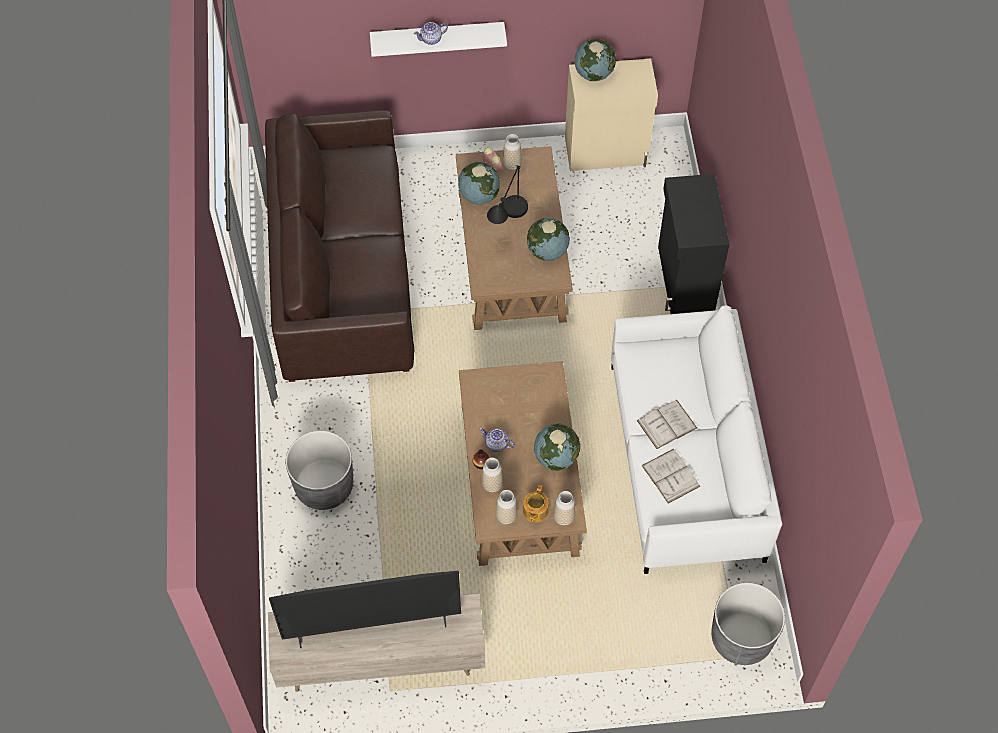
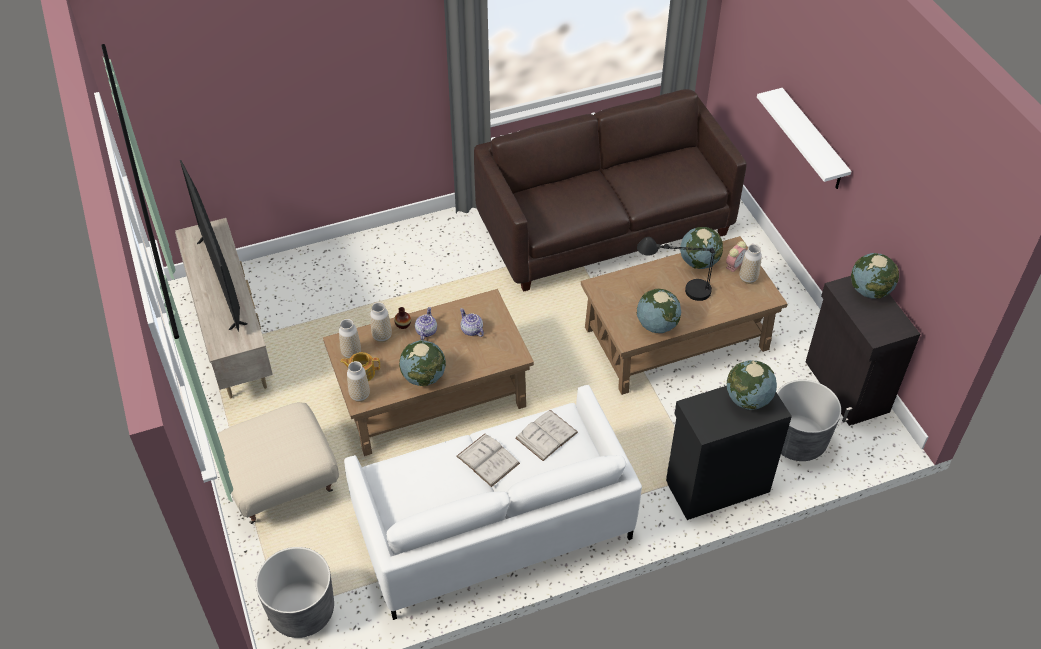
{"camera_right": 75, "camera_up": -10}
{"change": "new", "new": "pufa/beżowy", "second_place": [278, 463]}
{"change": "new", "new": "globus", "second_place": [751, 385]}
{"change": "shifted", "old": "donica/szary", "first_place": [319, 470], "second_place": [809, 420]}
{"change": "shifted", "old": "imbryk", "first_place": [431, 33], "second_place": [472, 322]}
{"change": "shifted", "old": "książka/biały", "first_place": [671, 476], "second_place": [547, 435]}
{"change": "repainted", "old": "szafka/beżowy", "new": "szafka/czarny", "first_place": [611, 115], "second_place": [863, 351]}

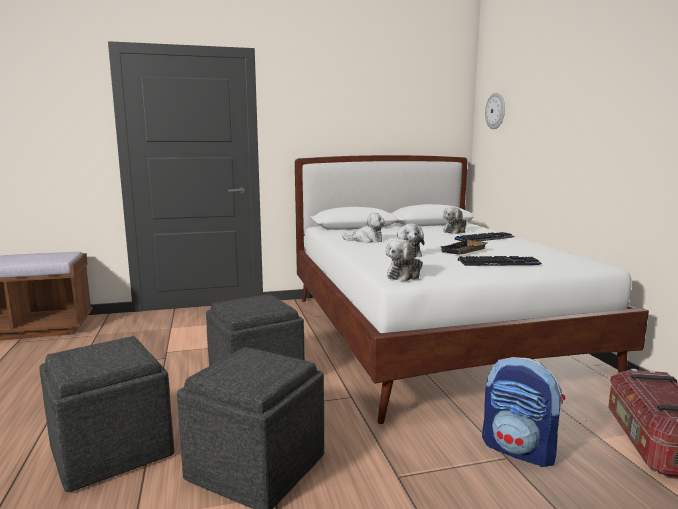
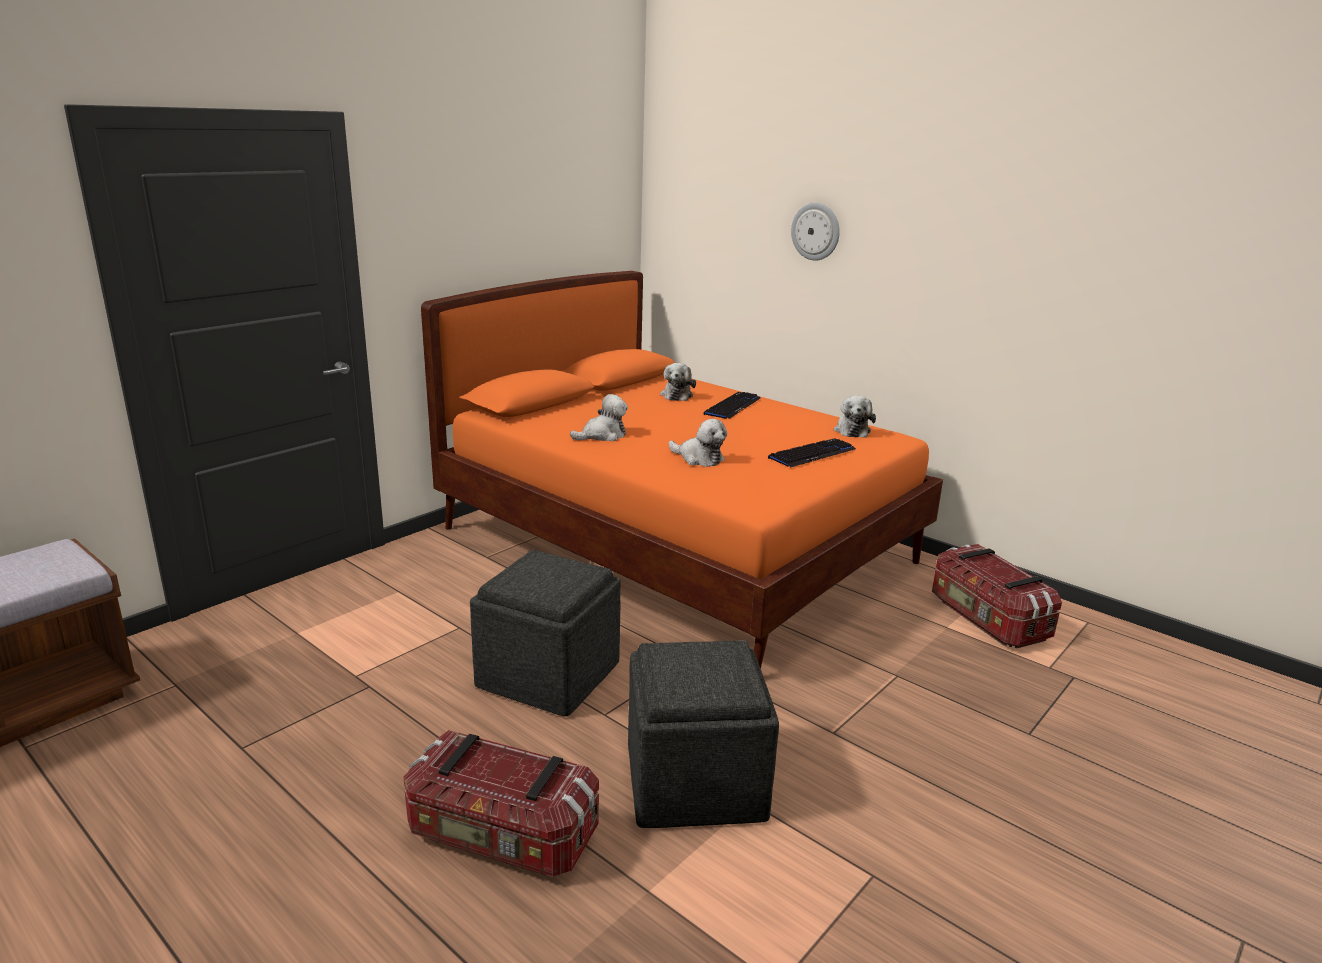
{"camera_right": -35, "camera_up": 10}
{"change": "gone", "old": "taca/czarny", "first_place": [464, 247]}
{"change": "gone", "old": "plecak", "first_place": [523, 412]}
{"change": "shifted", "old": "pluszak", "first_place": [404, 260], "second_place": [855, 416]}
{"change": "shifted", "old": "zegar ścienny", "first_place": [495, 111], "second_place": [815, 232]}
{"change": "swapped", "old": "pufa/szary", "new": "pojemnik do przechowywania", "first_place": [106, 414], "second_place": [501, 803]}
{"change": "repainted", "old": "łóżko/biały", "new": "łóżko/pomarańczowy", "first_place": [472, 289], "second_place": [682, 470]}

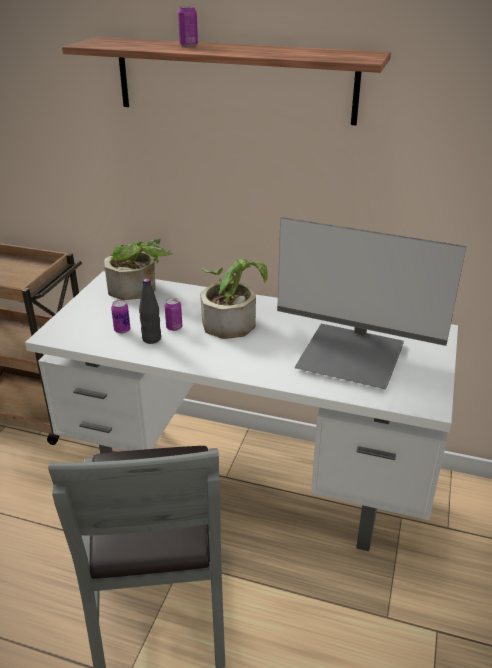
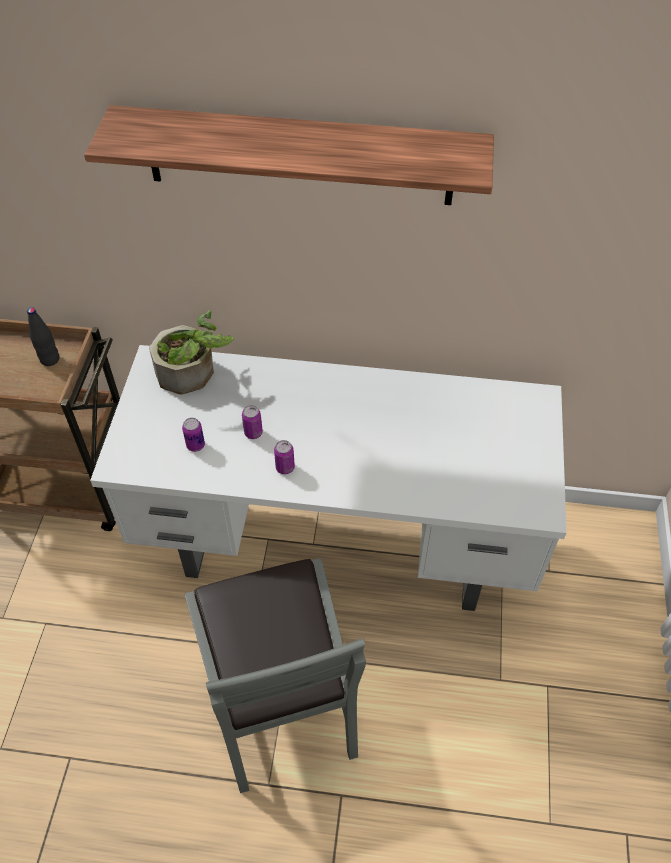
{"camera_right": -10, "camera_up": 20}
{"change": "gone", "old": "roślina doniczkowa", "first_place": [234, 299]}
{"change": "gone", "old": "monitor", "first_place": [371, 303]}
{"change": "shifted", "old": "butelka/czarny", "first_place": [150, 311], "second_place": [43, 336]}
{"change": "shifted", "old": "puszka", "first_place": [188, 26], "second_place": [284, 457]}

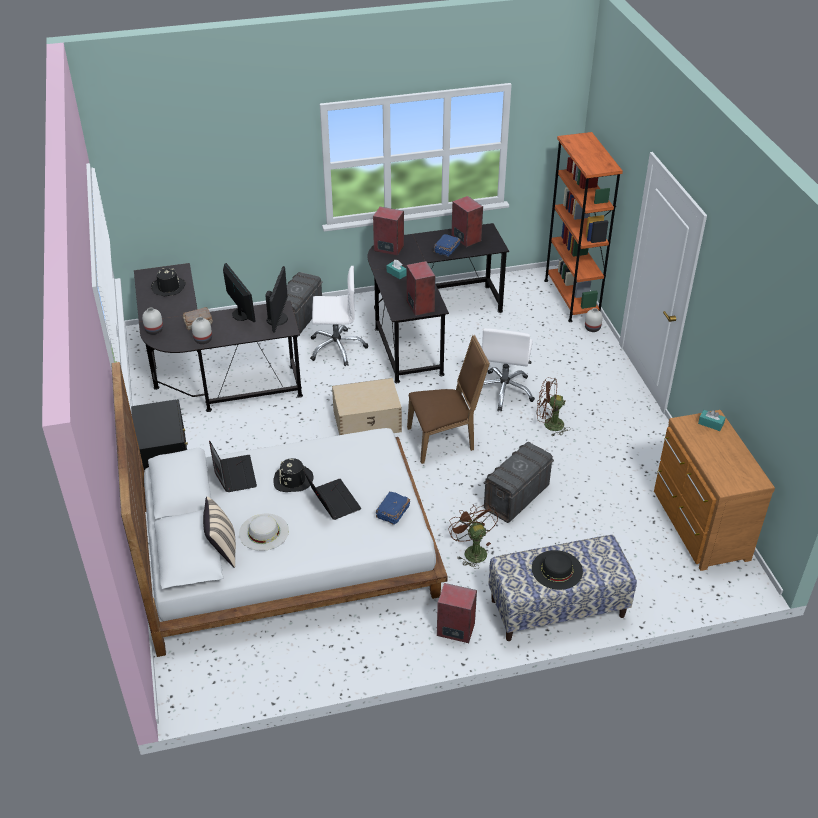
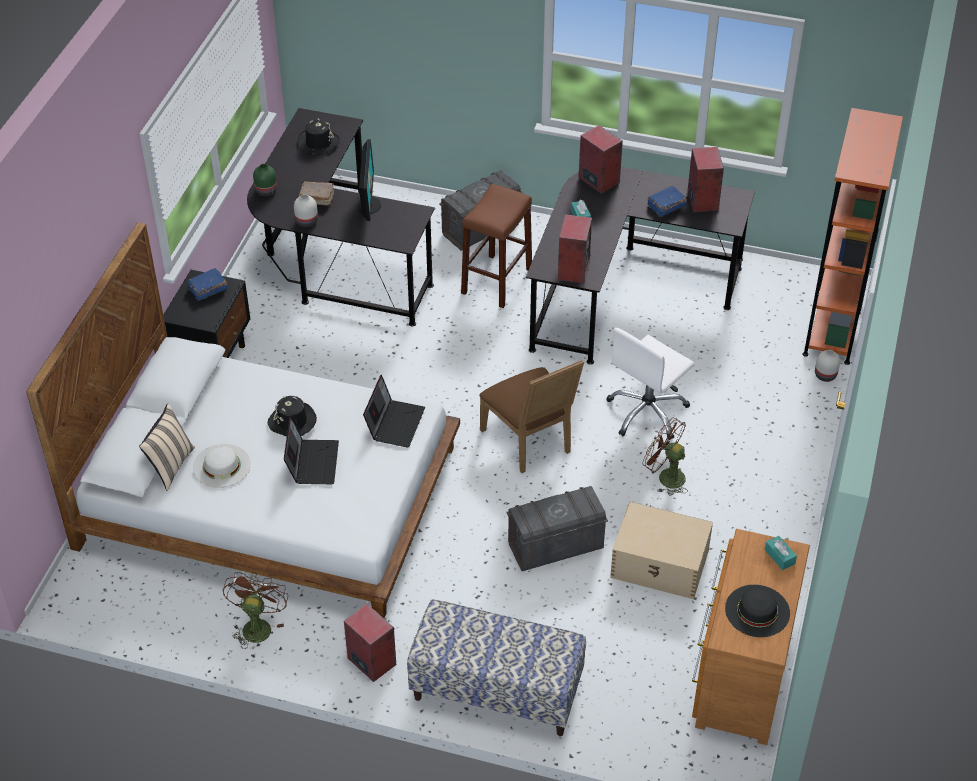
{"camera_right": 30, "camera_up": 5}
{"change": "gone", "old": "monitor", "first_place": [276, 299]}
{"change": "shifted", "old": "laptop", "first_place": [233, 466], "second_place": [394, 411]}
{"change": "shifted", "old": "pojemnik do przechowywania/beżowy", "first_place": [367, 406], "second_place": [661, 550]}
{"change": "shifted", "old": "książka/niebieski", "first_place": [393, 508], "second_place": [207, 284]}
{"change": "shifted", "old": "wentylator/brązowy", "first_place": [473, 536], "second_place": [255, 610]}
{"change": "shifted", "old": "kapelusz/czarny", "first_place": [557, 570], "second_place": [757, 611]}
{"change": "swapped", "old": "krzesło biurowe/biały", "new": "stołek/brązowy", "first_place": [339, 316], "second_place": [496, 246]}
{"change": "repainted", "old": "wazon/biały", "new": "wazon/zielony", "first_place": [152, 321], "second_place": [265, 180]}
{"change": "rotated", "old": "krzesło/brązowy", "first_place": [448, 399], "second_place": [531, 416], "degrees": 45}

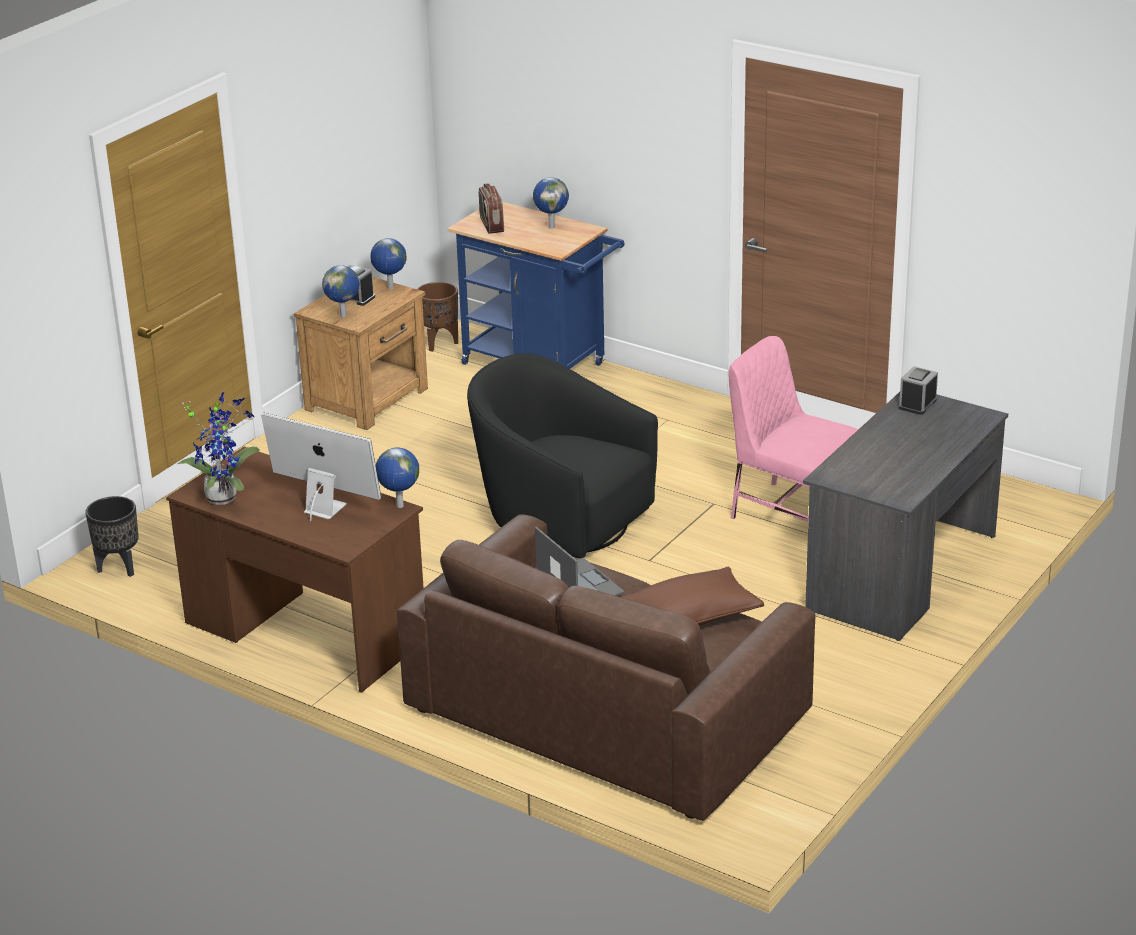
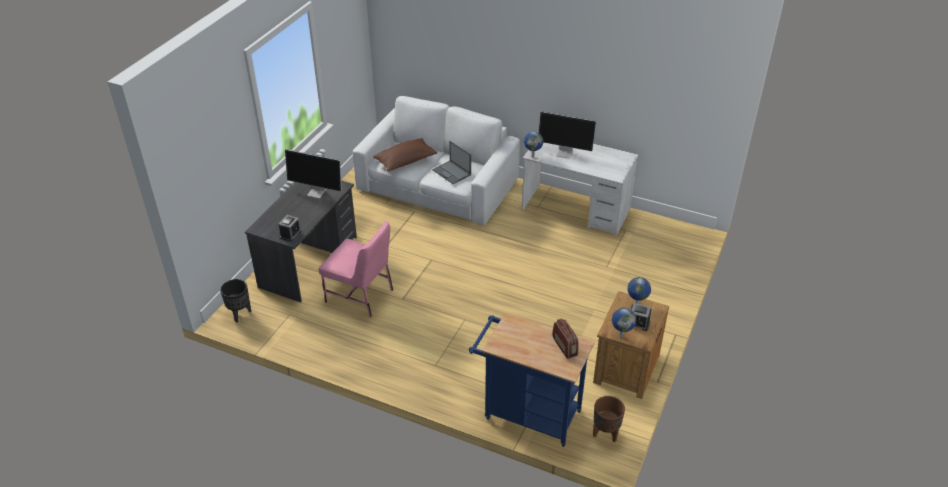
{"camera_right": 170, "camera_up": 10}
{"change": "gone", "old": "roślina doniczkowa", "first_place": [219, 448]}
{"change": "gone", "old": "fotel/czarny", "first_place": [562, 455]}
{"change": "gone", "old": "globus", "first_place": [551, 203]}
{"change": "new", "new": "monitor", "second_place": [313, 173]}
{"change": "shifted", "old": "donica/czarny", "first_place": [112, 536], "second_place": [235, 300]}
{"change": "repainted", "old": "biurko/brązowy", "new": "biurko/biały", "first_place": [295, 570], "second_place": [580, 189]}
{"change": "repainted", "old": "kanapa/brązowy", "new": "kanapa/biały", "first_place": [606, 667], "second_place": [436, 160]}

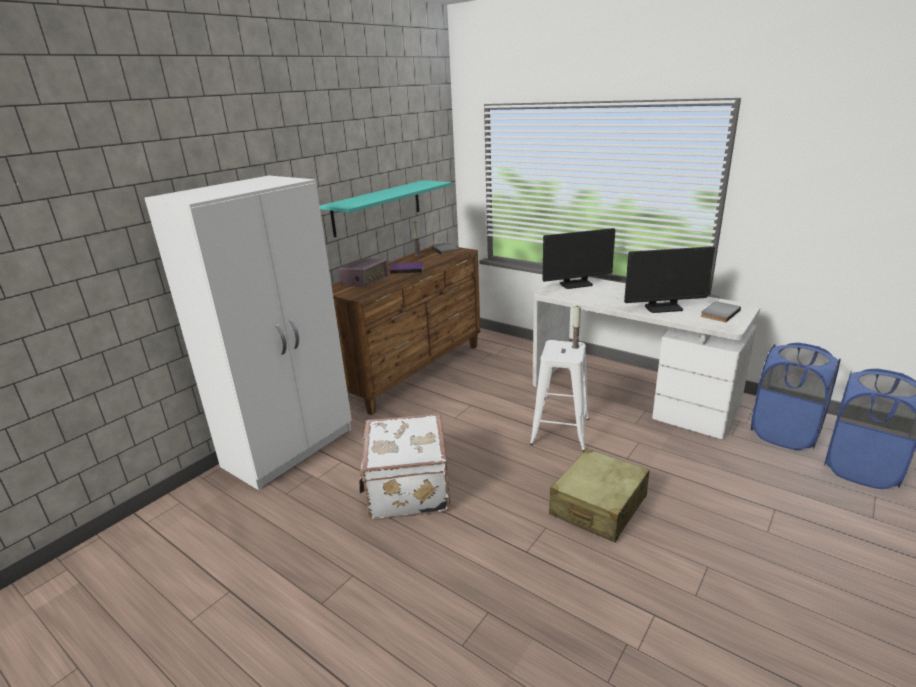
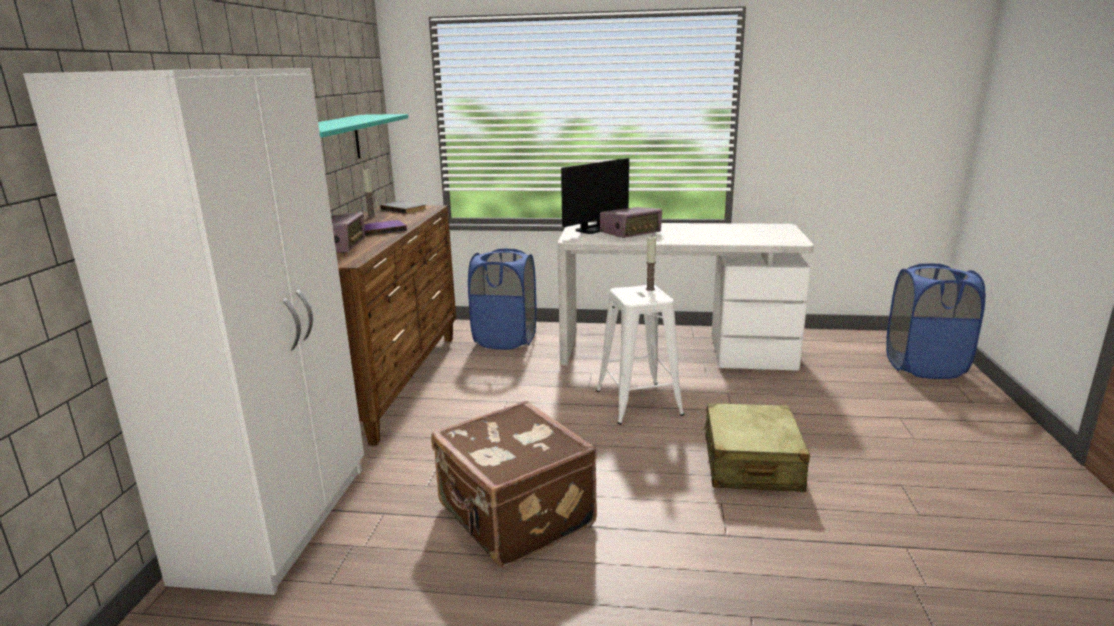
{"camera_right": -30, "camera_up": -5}
{"change": "gone", "old": "monitor", "first_place": [669, 279]}
{"change": "gone", "old": "książka/szary", "first_place": [721, 311]}
{"change": "new", "new": "radio", "second_place": [631, 222]}
{"change": "shifted", "old": "kosz na pranie/niebieski", "first_place": [796, 396], "second_place": [502, 299]}
{"change": "repainted", "old": "walizka/biały", "new": "walizka/brązowy", "first_place": [404, 467], "second_place": [514, 484]}

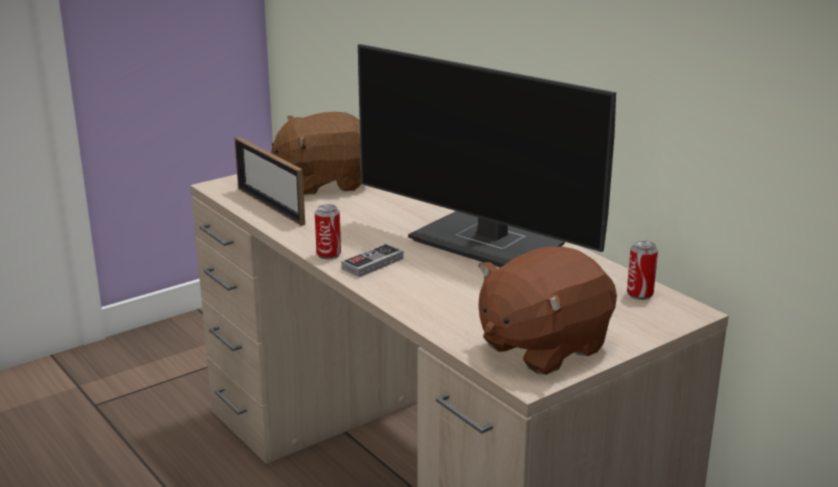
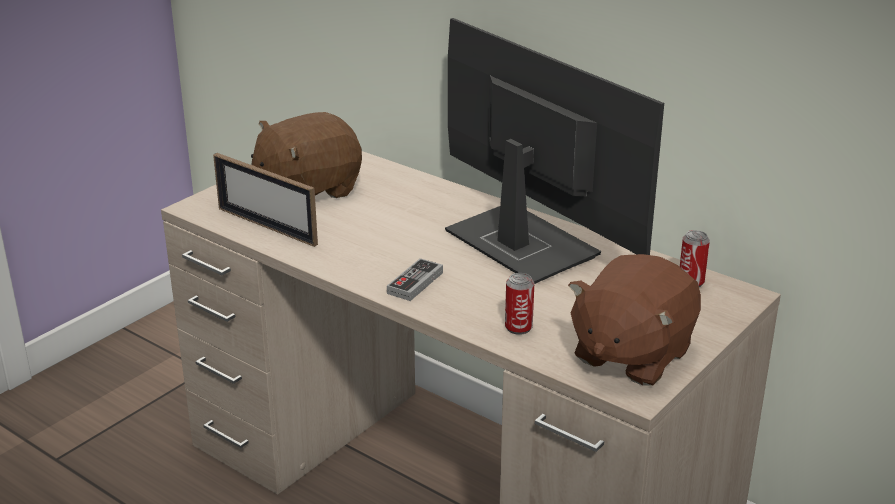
{"camera_right": -15, "camera_up": 5}
{"change": "shifted", "old": "puszka", "first_place": [328, 231], "second_place": [519, 304]}
{"change": "rotated", "old": "monitor", "first_place": [487, 155], "second_place": [554, 151], "degrees": -150}

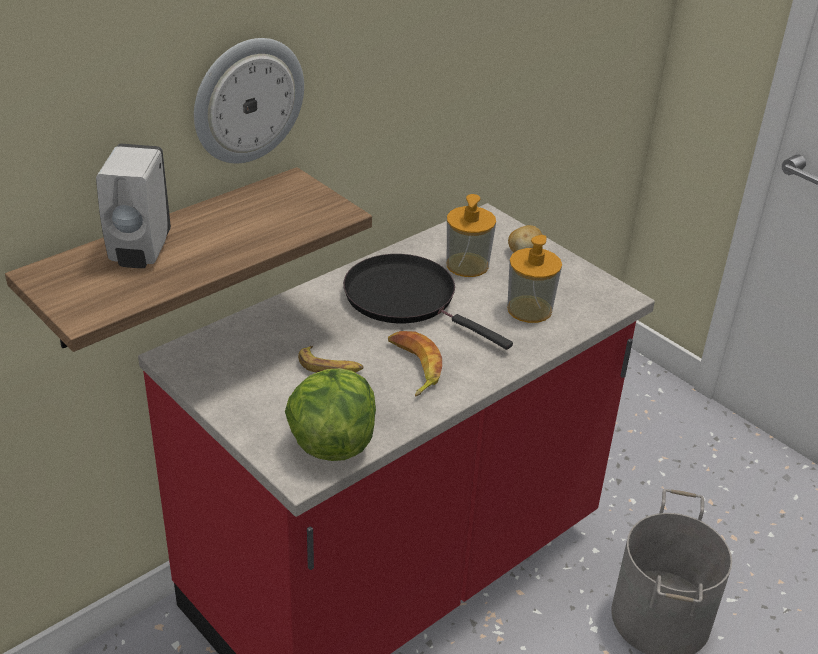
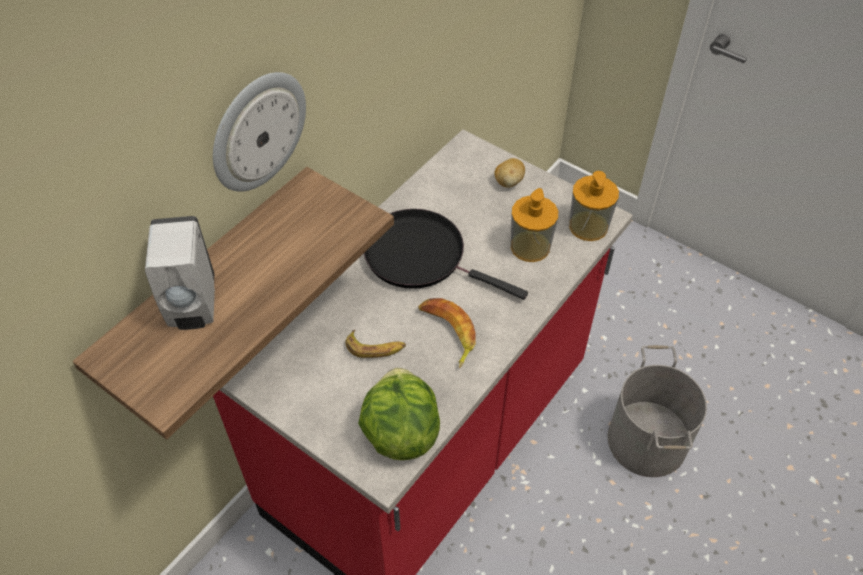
{"camera_right": -10, "camera_up": 15}
{"change": "shifted", "old": "dozownik mydła", "first_place": [471, 235], "second_place": [594, 206]}

